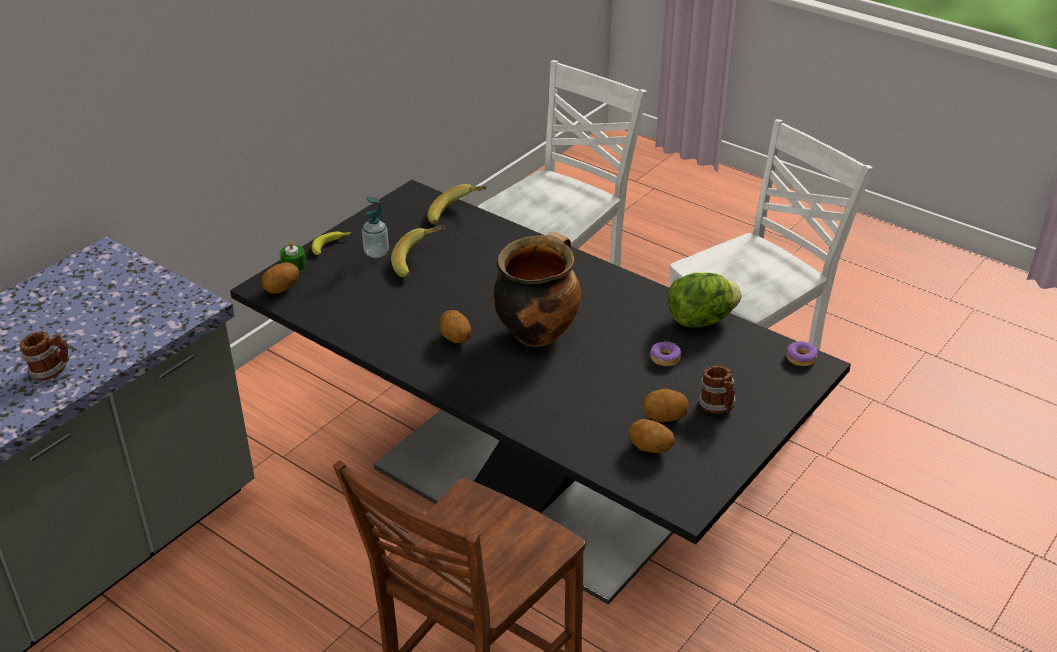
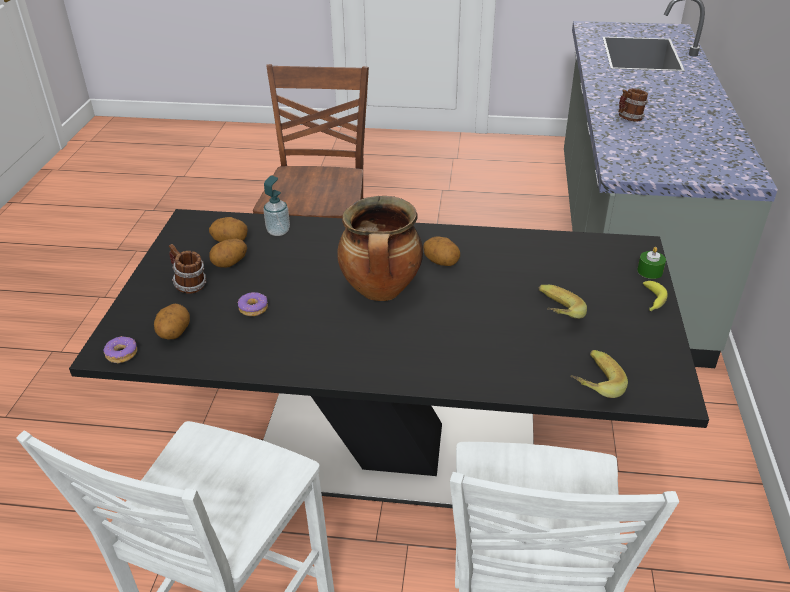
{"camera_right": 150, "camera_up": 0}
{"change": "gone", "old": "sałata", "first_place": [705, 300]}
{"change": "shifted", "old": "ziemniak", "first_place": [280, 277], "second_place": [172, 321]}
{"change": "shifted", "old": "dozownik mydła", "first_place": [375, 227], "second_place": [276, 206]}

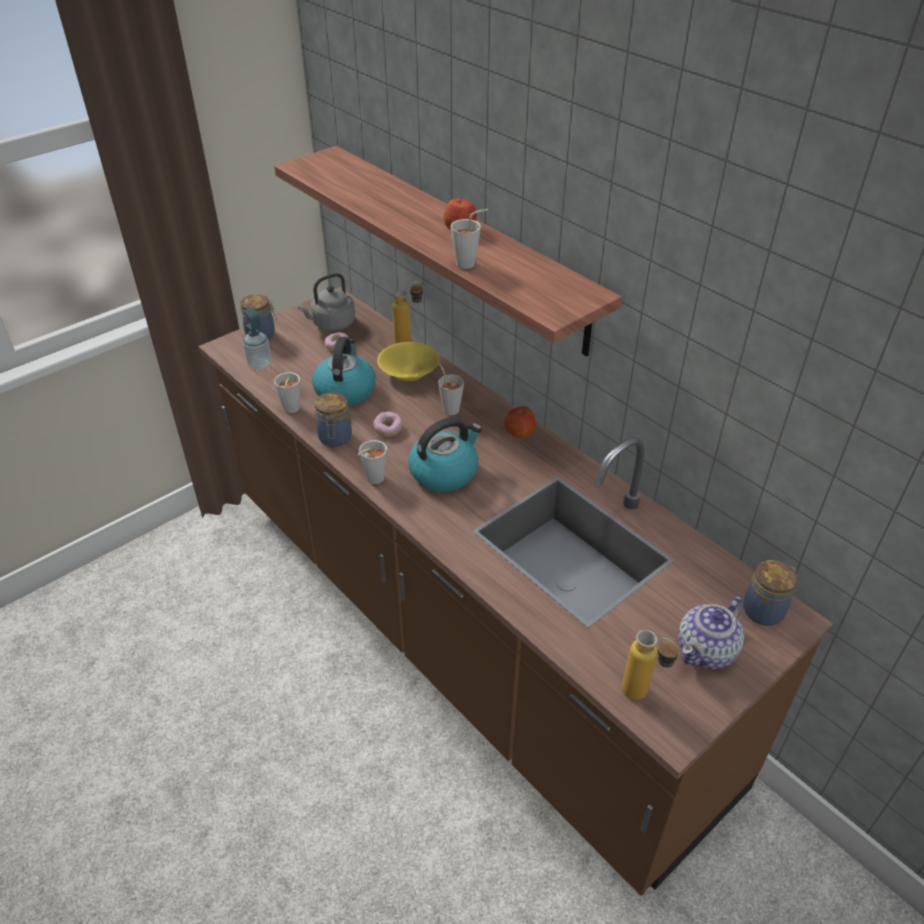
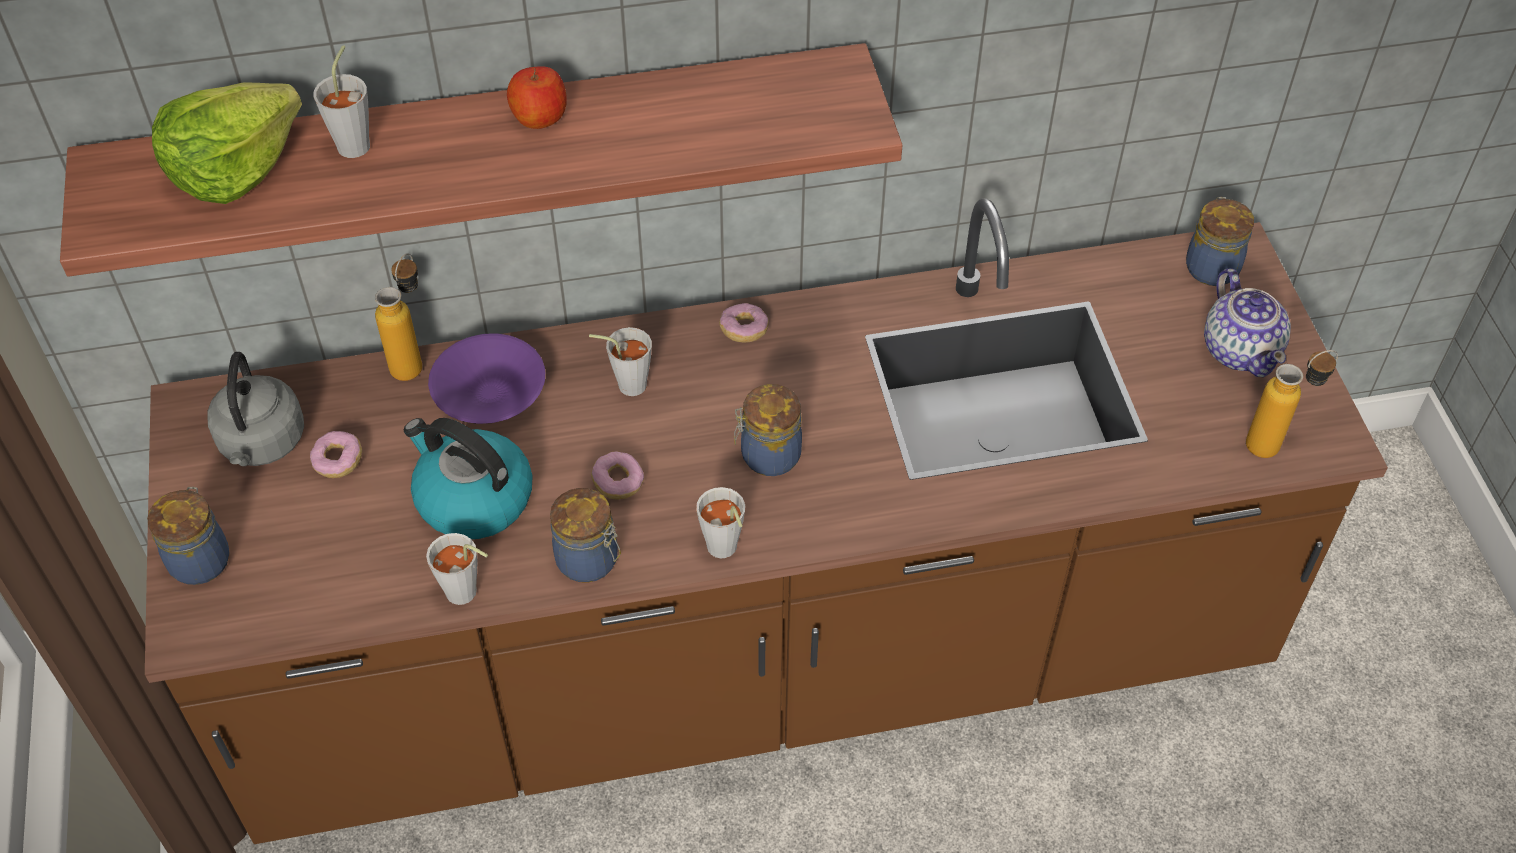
{"camera_right": -60, "camera_up": 10}
{"change": "gone", "old": "dozownik mydła", "first_place": [257, 338]}
{"change": "new", "new": "sałata", "second_place": [227, 143]}
{"change": "shifted", "old": "filiżanka/szary", "first_place": [469, 239], "second_place": [341, 101]}
{"change": "swapped", "old": "czajnik", "new": "słoik", "first_place": [445, 454], "second_place": [768, 430]}
{"change": "swapped", "old": "jabłko", "new": "donut", "first_place": [520, 422], "second_place": [744, 323]}
{"change": "repainted", "old": "miska/żółty", "new": "miska/fioletowy", "first_place": [408, 361], "second_place": [486, 378]}

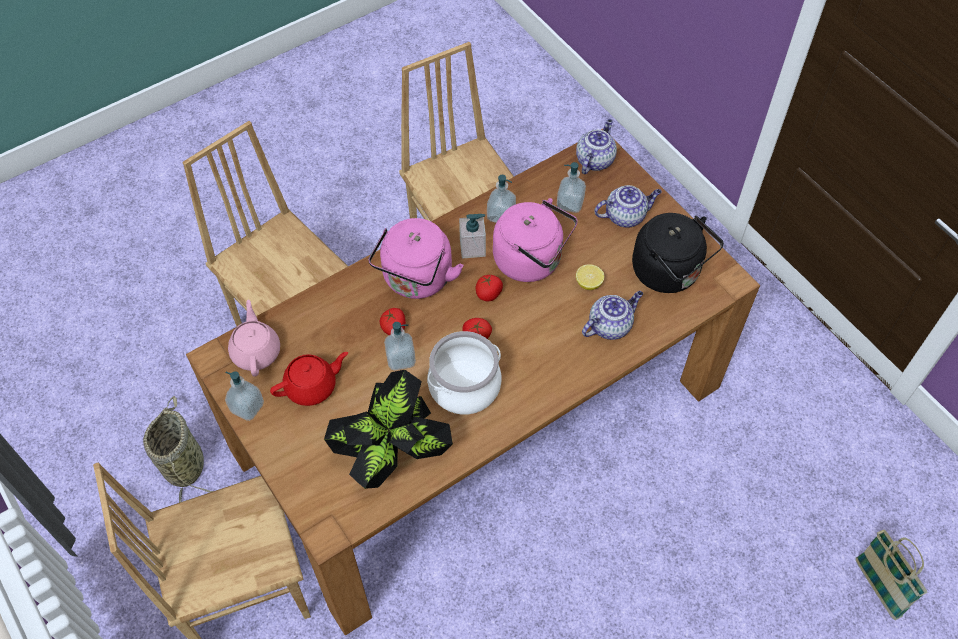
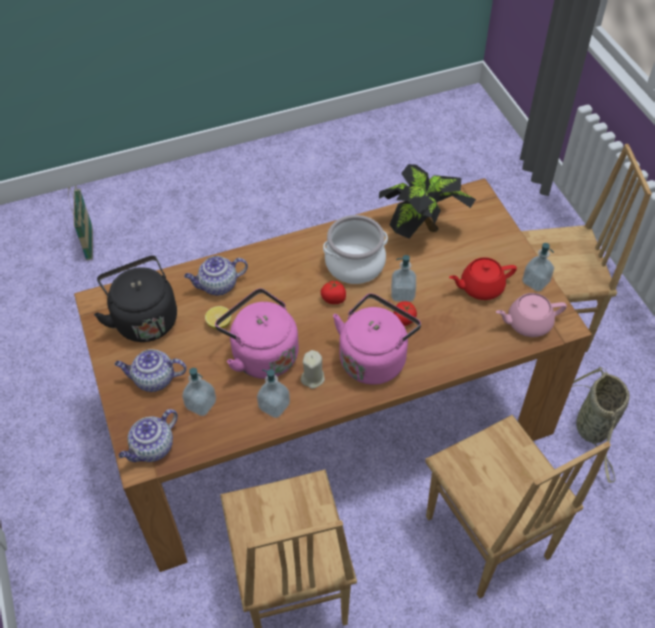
{"camera_right": -165, "camera_up": -5}
{"change": "gone", "old": "pomidor", "first_place": [489, 288]}
{"change": "swapped", "old": "dozownik mydła", "new": "świeca/beżowy", "first_place": [472, 236], "second_place": [313, 369]}
{"change": "rotated", "old": "imbryk/różowy", "first_place": [254, 338], "second_place": [531, 315], "degrees": 75}

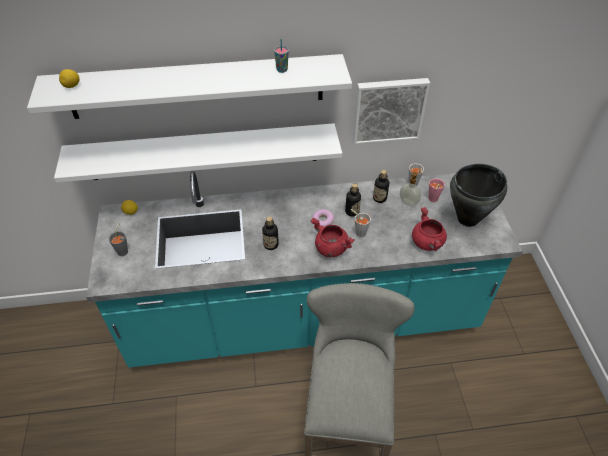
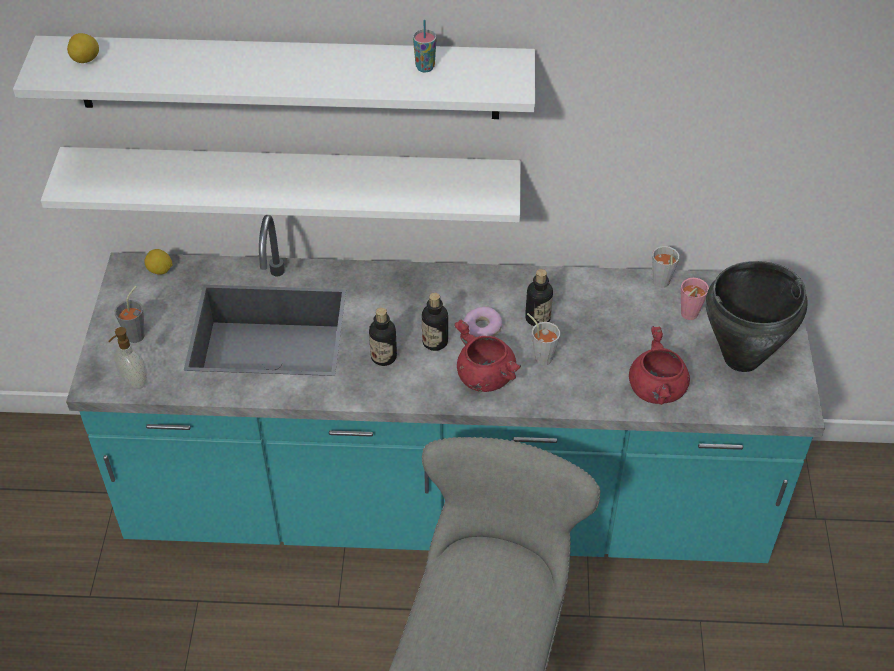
{"camera_right": 10, "camera_up": 0}
{"change": "gone", "old": "obraz", "first_place": [391, 111]}
{"change": "shifted", "old": "butelka", "first_place": [381, 186], "second_place": [435, 322]}
{"change": "shifted", "old": "dozownik mydła", "first_place": [410, 189], "second_place": [128, 358]}

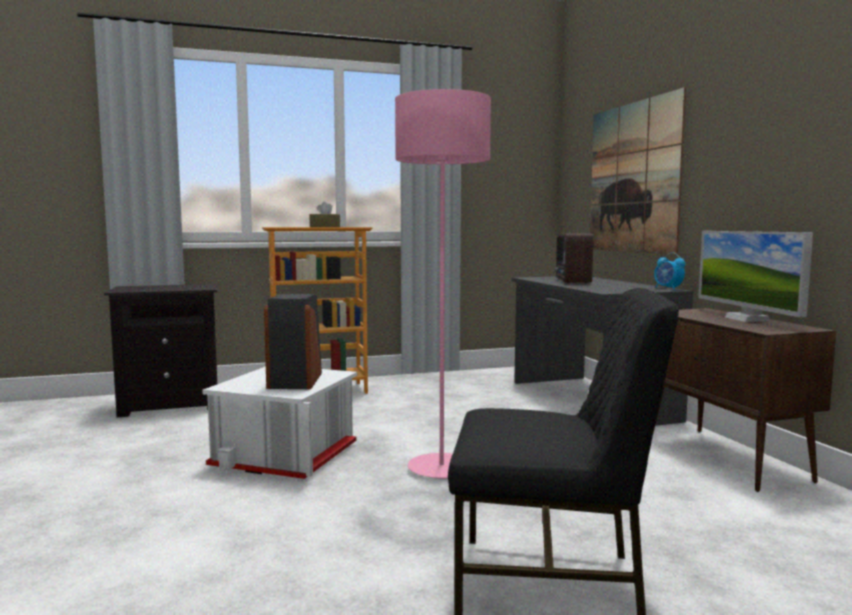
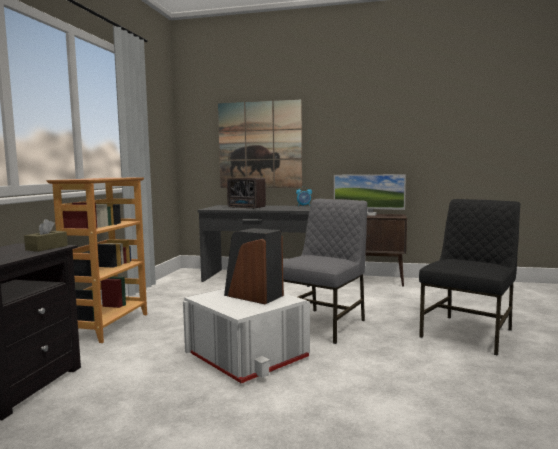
{"camera_right": -60, "camera_up": 0}
{"change": "shifted", "old": "pudełko chusteczek/brązowy", "first_place": [324, 214], "second_place": [46, 235]}
{"change": "swapped", "old": "lampa stojąca/różowy", "new": "krzesło/szary", "first_place": [443, 284], "second_place": [325, 271]}

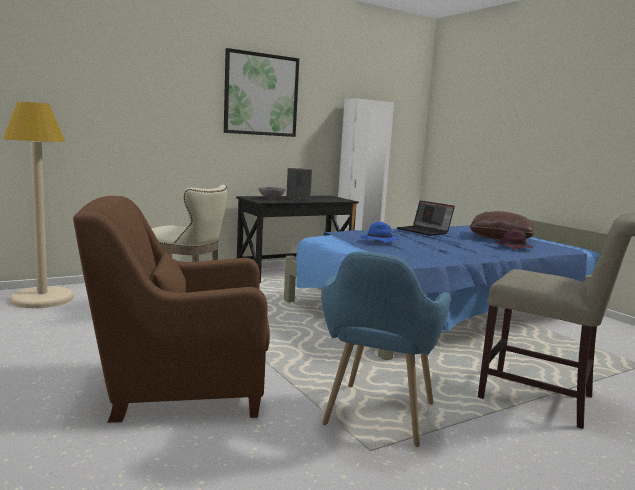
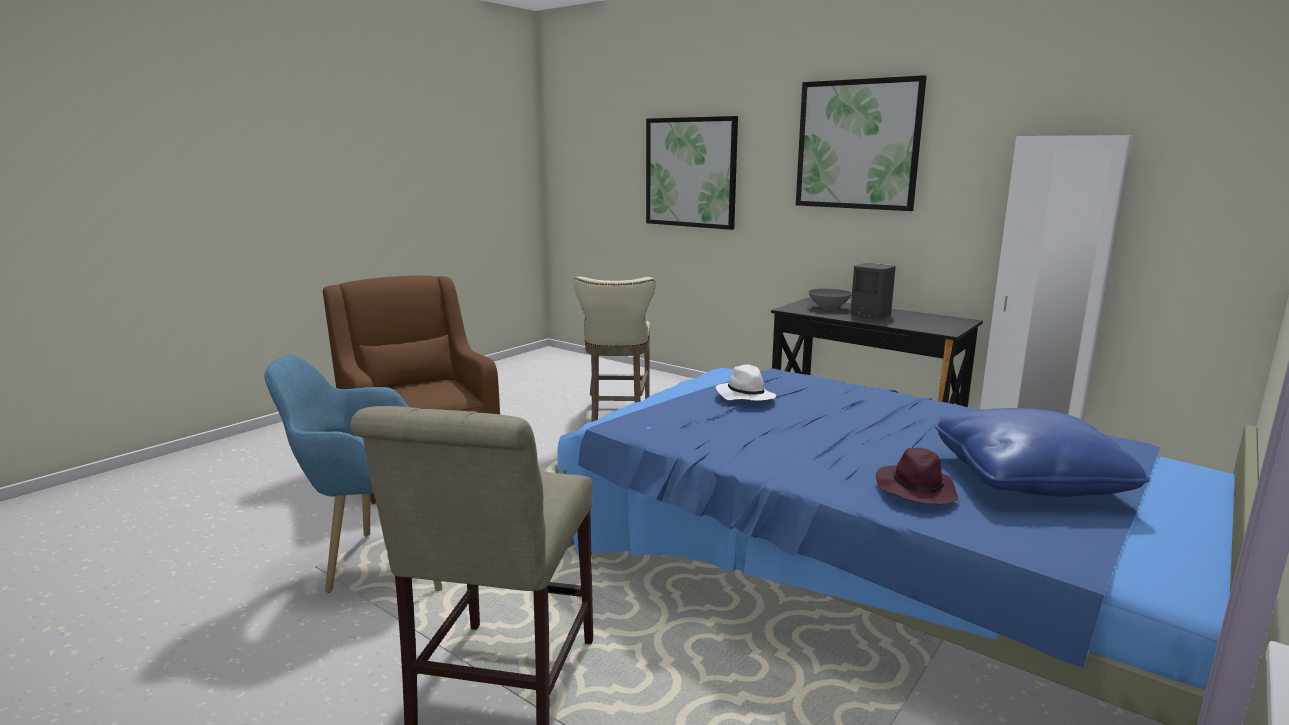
{"camera_right": 70, "camera_up": 5}
{"change": "gone", "old": "lampa stojąca/beżowy", "first_place": [38, 205]}
{"change": "gone", "old": "laptop", "first_place": [426, 218]}
{"change": "new", "new": "obraz", "second_place": [692, 173]}
{"change": "repainted", "old": "kapelusz/niebieski", "new": "kapelusz/biały", "first_place": [379, 232], "second_place": [746, 382]}
{"change": "repainted", "old": "poduszka/brązowy", "new": "poduszka/niebieski", "first_place": [502, 225], "second_place": [1042, 452]}

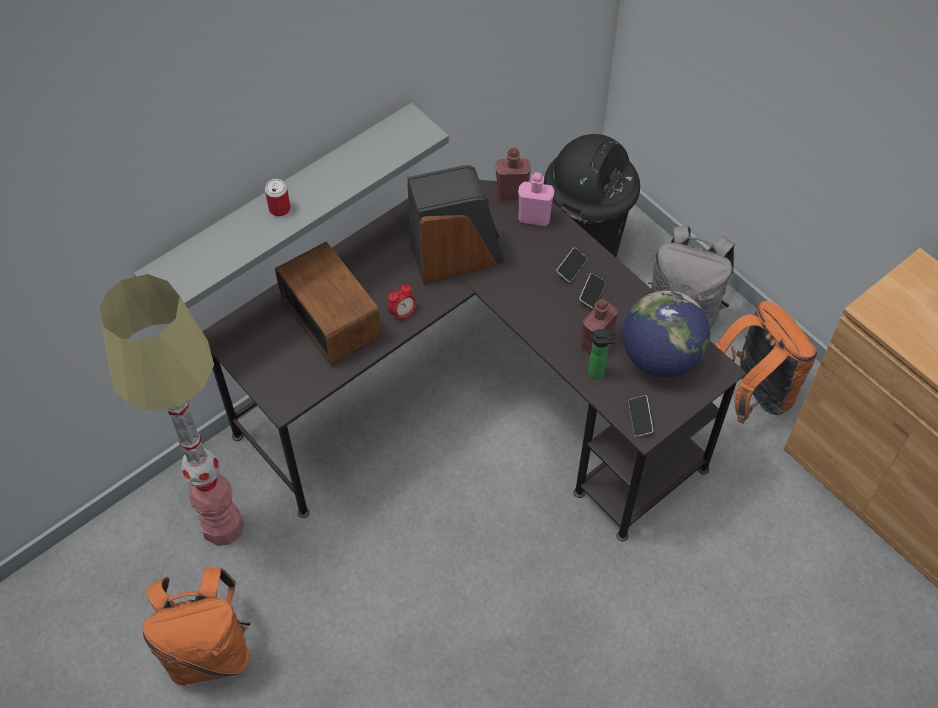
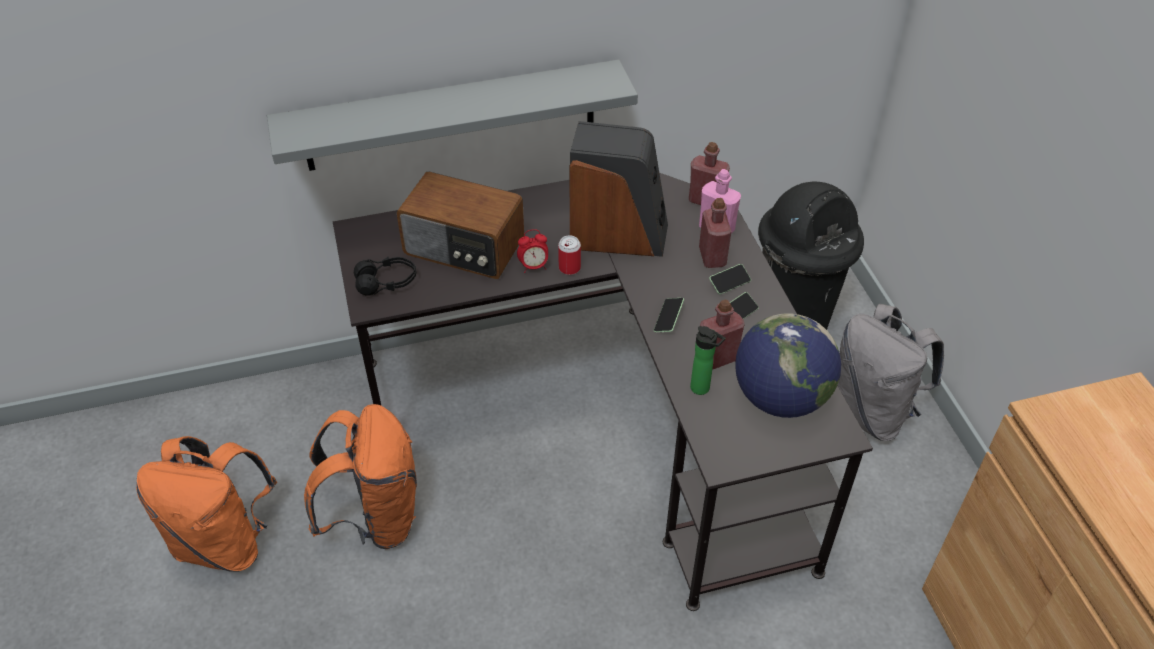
{"camera_right": 25, "camera_up": -10}
{"change": "gone", "old": "lampa stojąca", "first_place": [171, 410]}
{"change": "new", "new": "słuchawki/czarny", "second_place": [385, 276]}
{"change": "new", "new": "butelka/czerwony", "second_place": [715, 233]}
{"change": "shifted", "old": "puszka", "first_place": [278, 198], "second_place": [569, 255]}
{"change": "shifted", "old": "telefon", "first_place": [640, 416], "second_place": [668, 315]}
{"change": "shifted", "old": "plecak/pomarańczowy", "first_place": [766, 362], "second_place": [360, 476]}
{"change": "rotated", "old": "radio", "first_place": [328, 304], "second_place": [460, 225], "degrees": 120}

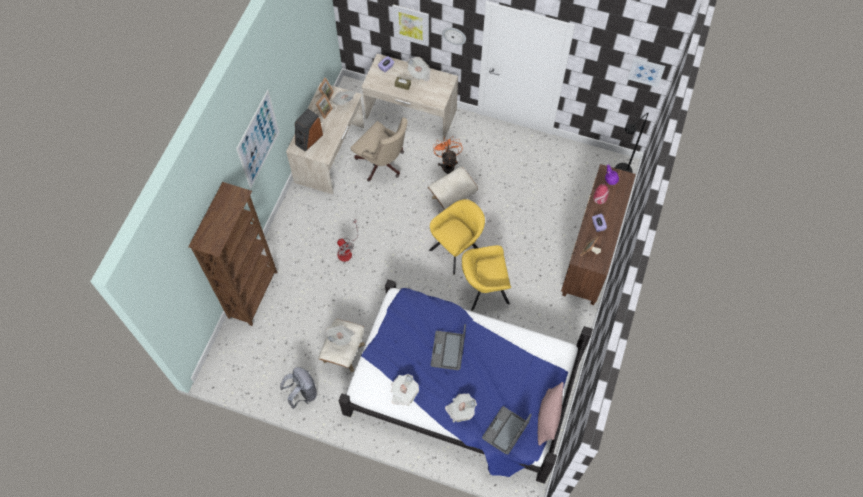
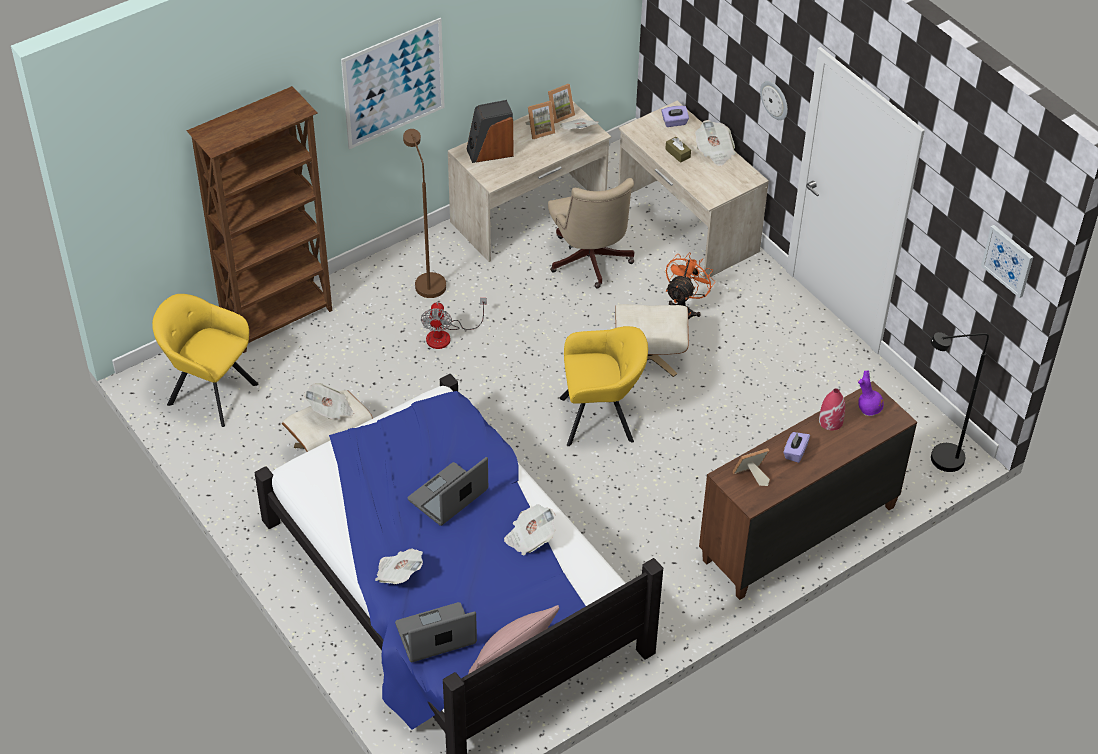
{"camera_right": 35, "camera_up": -15}
{"change": "gone", "old": "plecak/szary", "first_place": [298, 388]}
{"change": "gone", "old": "obraz", "first_place": [410, 25]}
{"change": "new", "new": "lampa stojąca/brązowy", "second_place": [424, 213]}
{"change": "shifted", "old": "gazeta", "first_place": [405, 390], "second_place": [530, 530]}
{"change": "shifted", "old": "fotel/żółty", "first_place": [486, 278], "second_place": [205, 360]}

